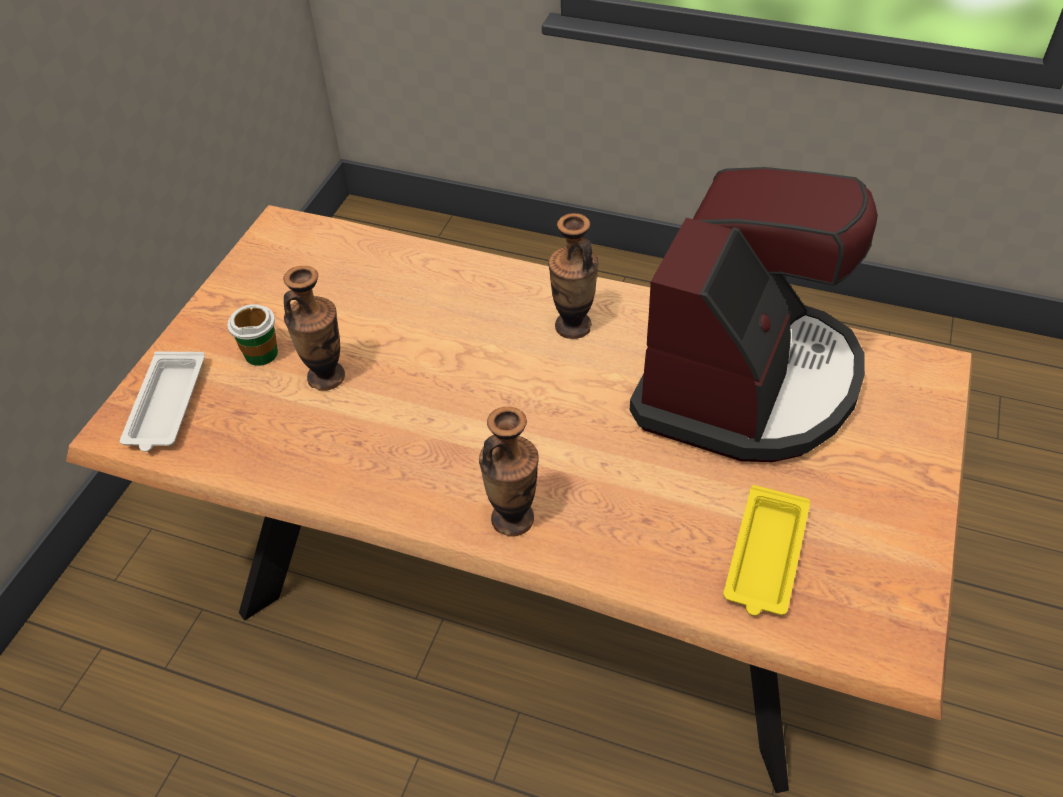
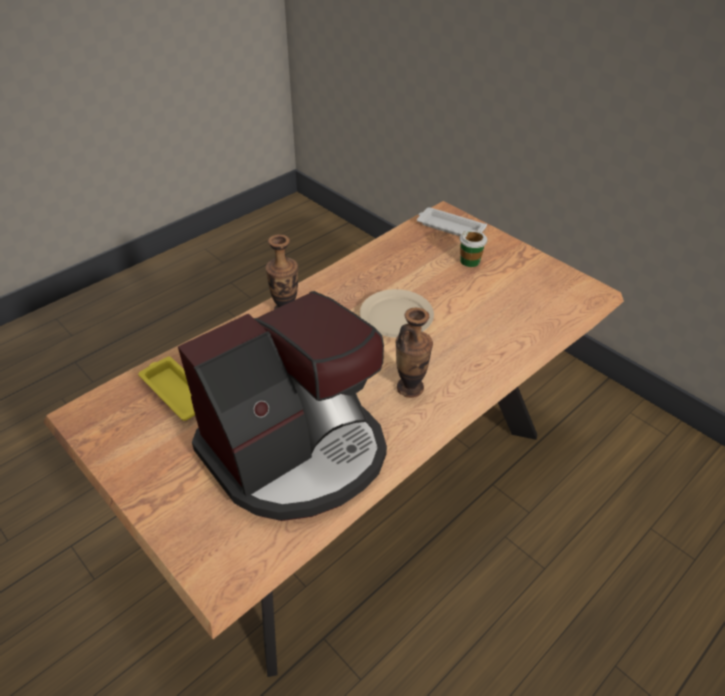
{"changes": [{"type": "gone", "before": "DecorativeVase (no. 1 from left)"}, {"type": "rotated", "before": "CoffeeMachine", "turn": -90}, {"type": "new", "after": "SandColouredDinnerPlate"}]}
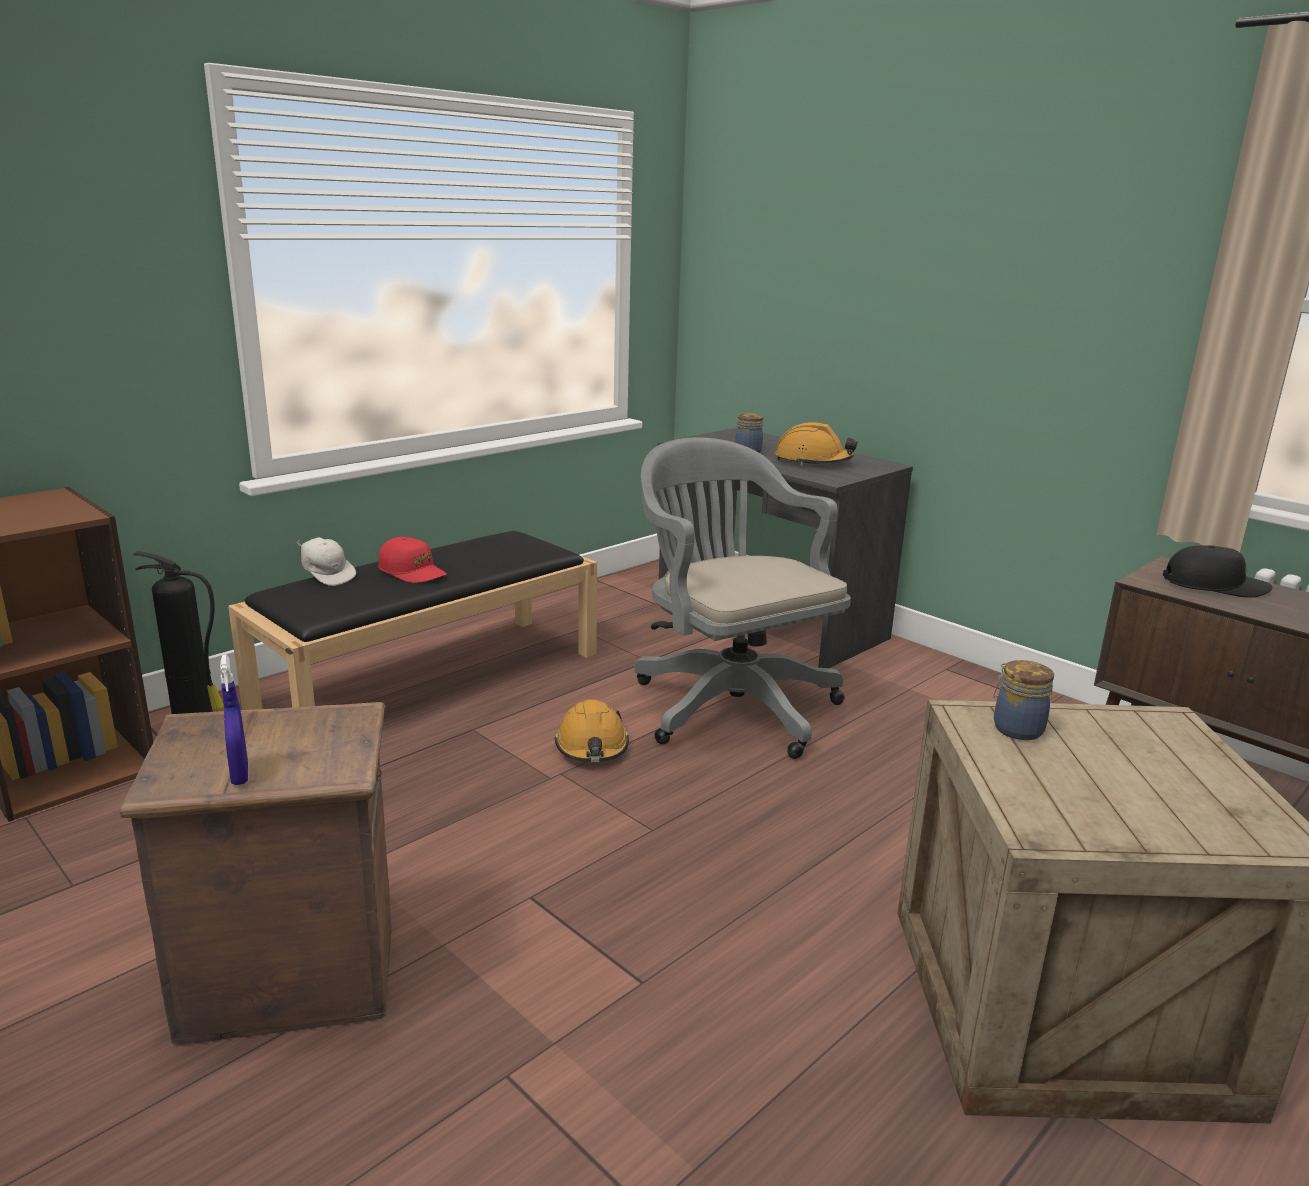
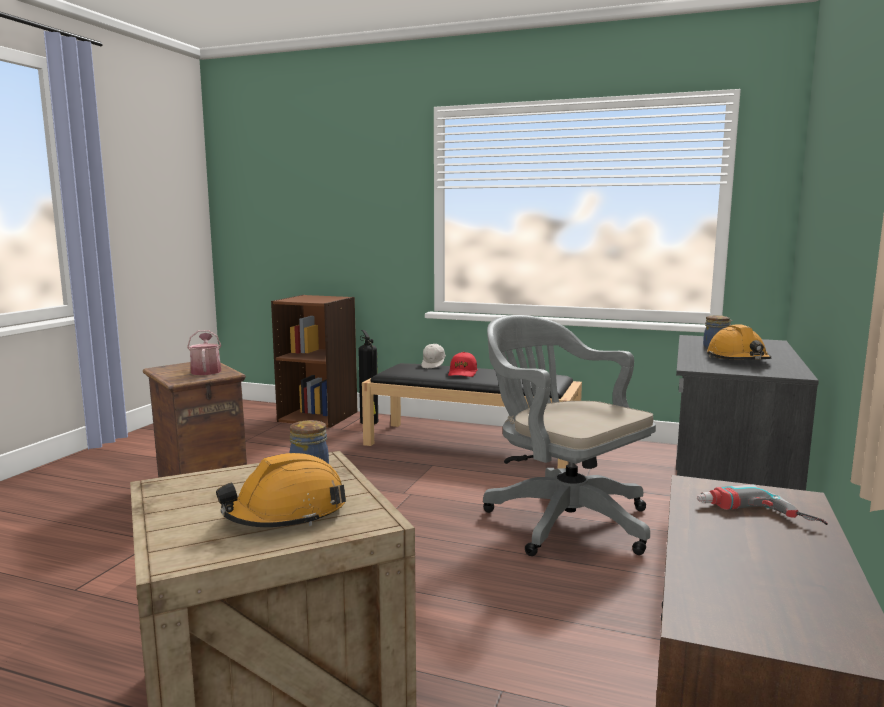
{"changes": [{"type": "gone", "before": "BlueColouredSprayer"}, {"type": "shifted", "before": "OrangeColouredHardHat (no. 1 from left)"}, {"type": "rotated", "before": "GreyishOfficeChair", "turn": -75}, {"type": "swapped", "before": "BlackPeakedCap", "after": "ElectricDrill"}, {"type": "new", "after": "SprinklingCan"}]}
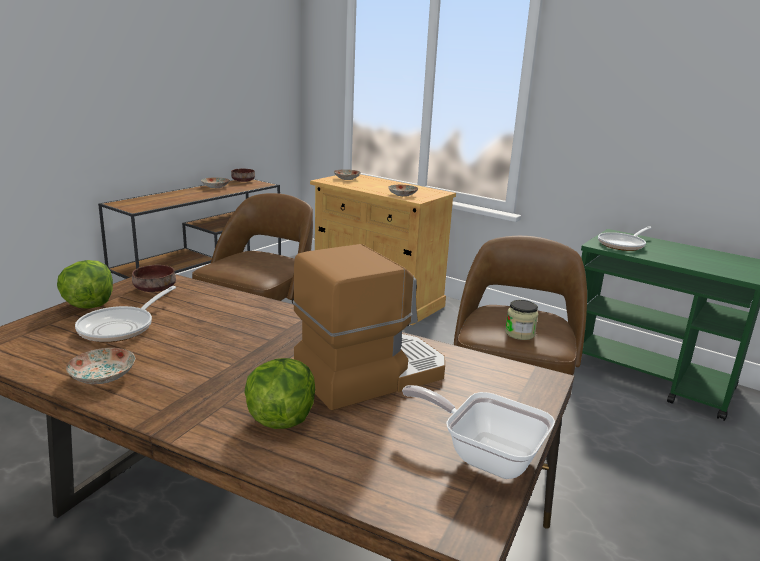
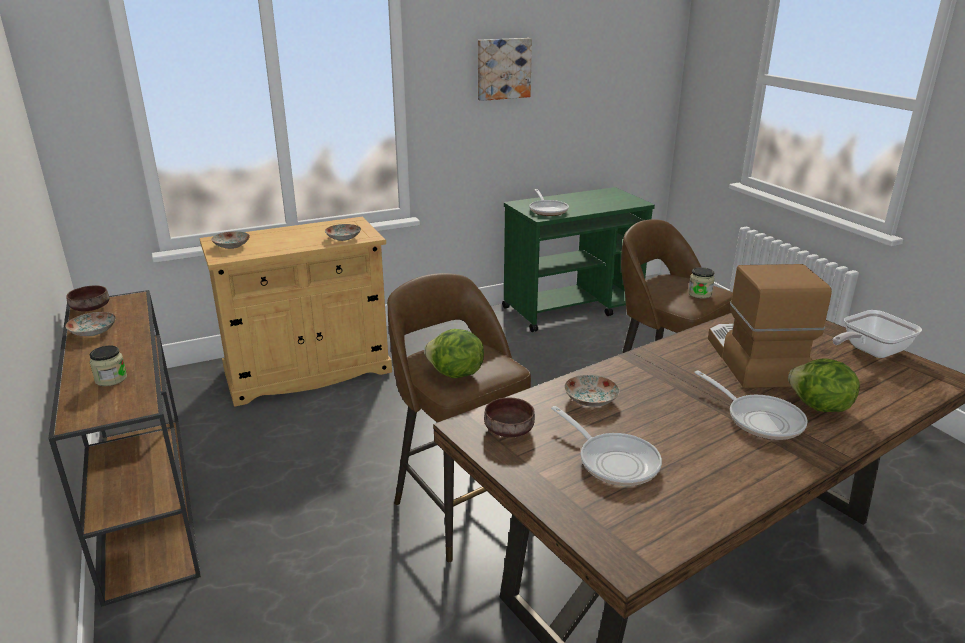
{"changes": [{"type": "shifted", "before": "HeadOfLettuce (no. 1 from left)"}, {"type": "shifted", "before": "DinnerPlate (no. 1 from left in the first image)", "after": "DinnerPlate (no. 4 from left)"}, {"type": "new", "after": "StorageJar (no. 1 from left)"}, {"type": "new", "after": "WallPicture"}, {"type": "new", "after": "Skillet (no. 3 from left)"}]}
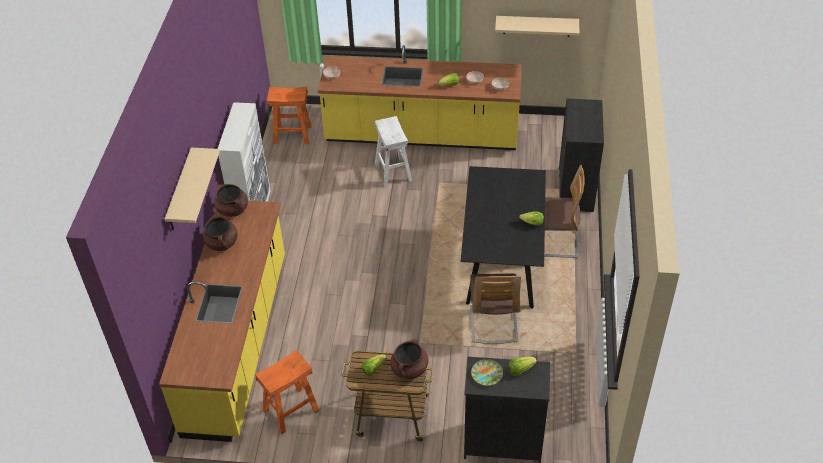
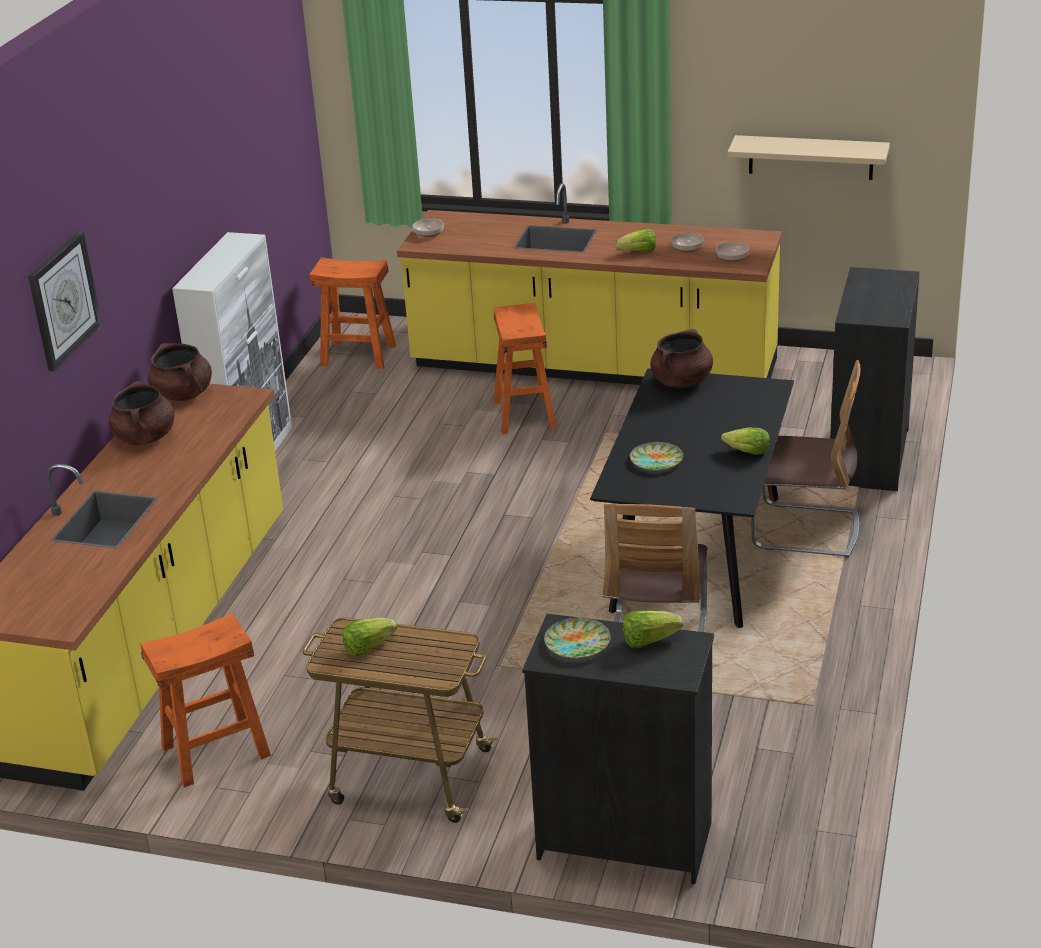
{"changes": [{"type": "swapped", "before": "SandColouredWallShelf (no. 1 from left)", "after": "ClockOnTheWall"}, {"type": "repainted", "before": "WhiteStool", "after": "OrangeColouredStool (no. 3 from left)"}, {"type": "shifted", "before": "BrownishStockpot (no. 3 from left)"}, {"type": "new", "after": "DinnerPlate (no. 2 from left)"}]}
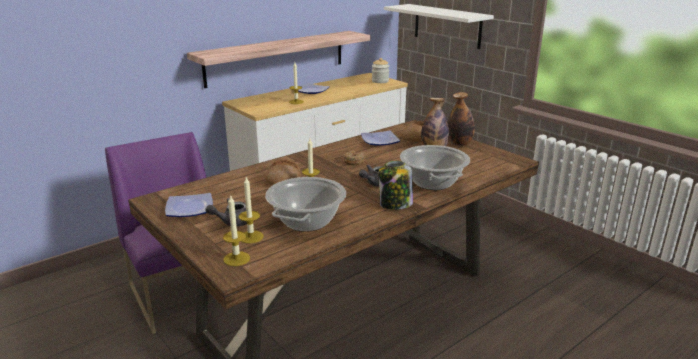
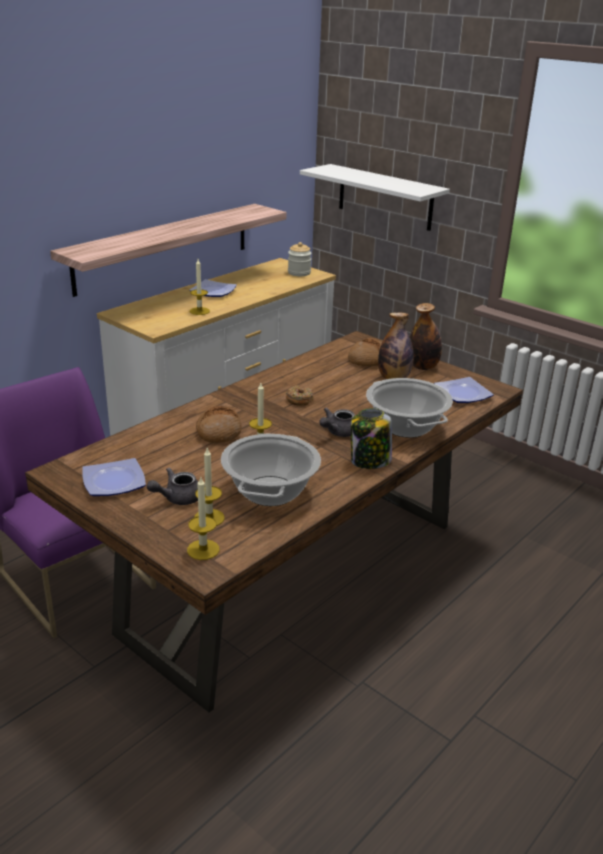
{"changes": [{"type": "shifted", "before": "DinnerPlate (no. 3 from left)"}]}
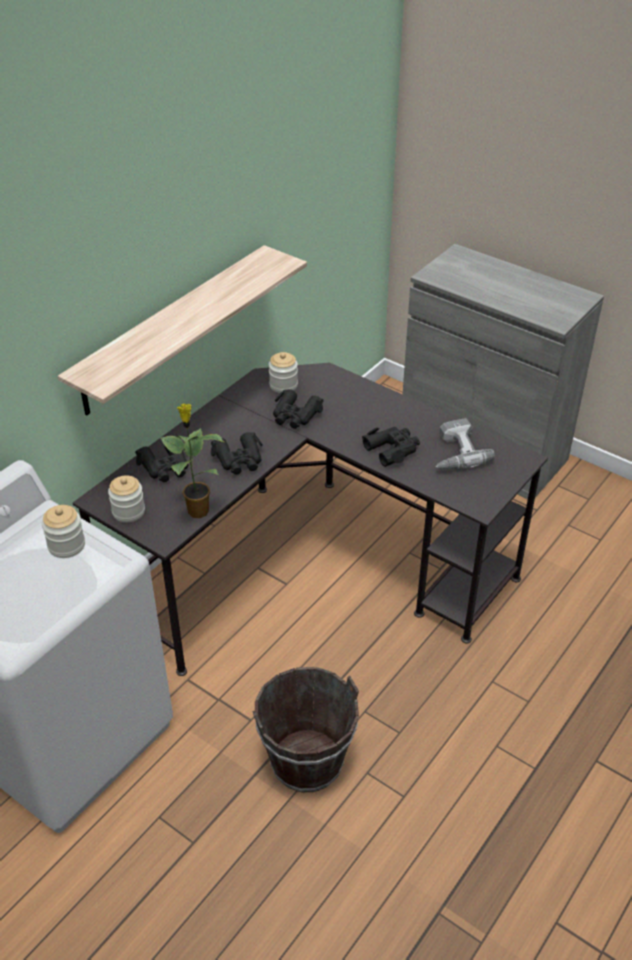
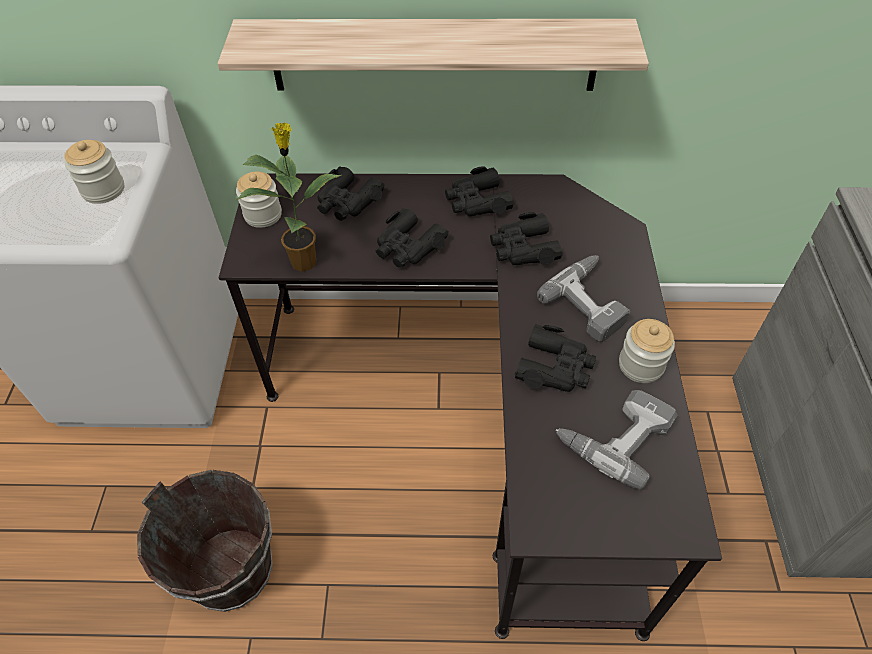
{"changes": [{"type": "shifted", "before": "StorageJar (no. 3 from left)"}, {"type": "new", "after": "BlackBinoculars (no. 3 from left)"}, {"type": "new", "after": "ElectricDrill (no. 1 from left)"}]}
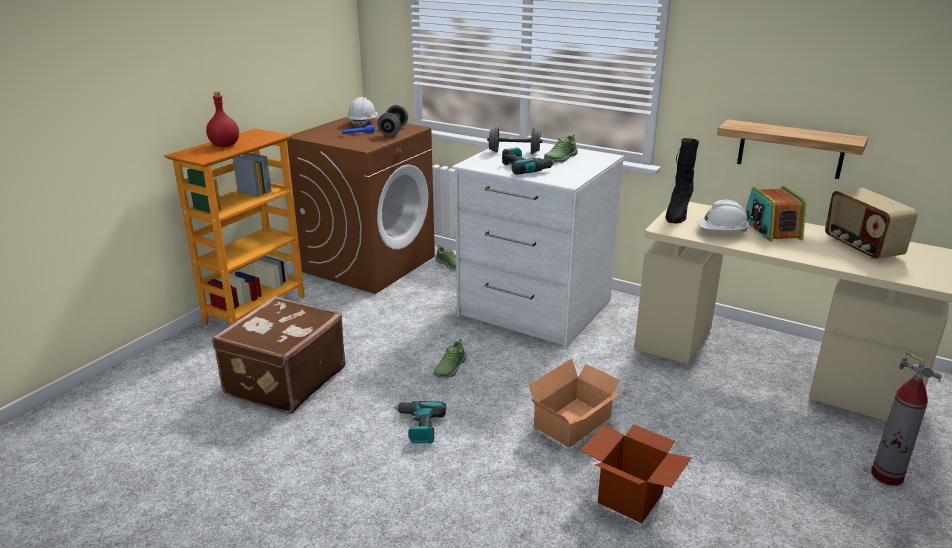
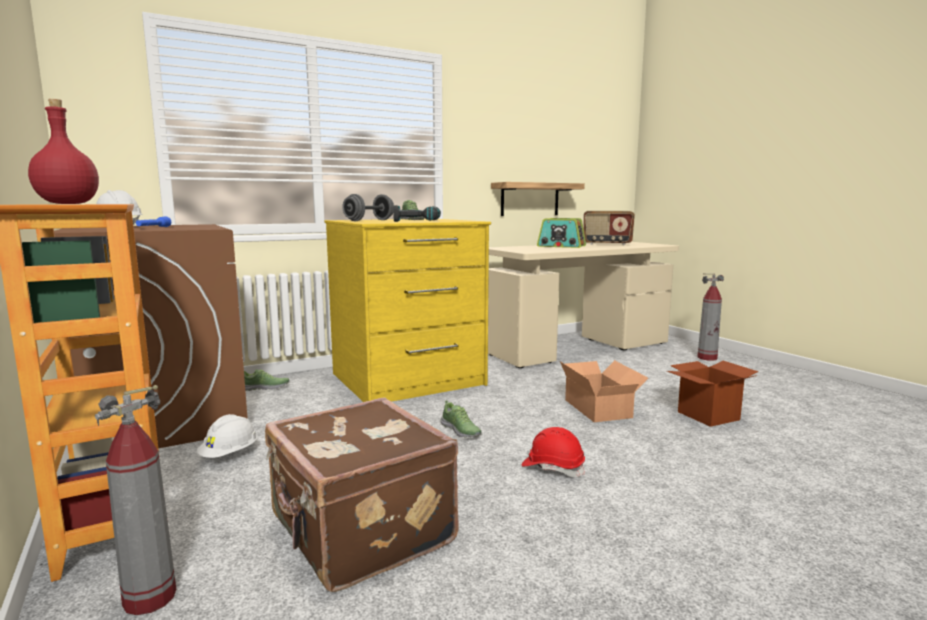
{"changes": [{"type": "gone", "before": "GreyishHandWeight (no. 1 from left)"}, {"type": "swapped", "before": "ElectricDrill (no. 1 from left)", "after": "RedColouredHardHat"}, {"type": "repainted", "before": "WhiteDrawerChest", "after": "YellowDrawerChest"}, {"type": "gone", "before": "BlackHighTopBoot"}, {"type": "shifted", "before": "WhiteHardHat (no. 2 from left)"}, {"type": "new", "after": "FireFightingCylinder (no. 1 from left)"}]}
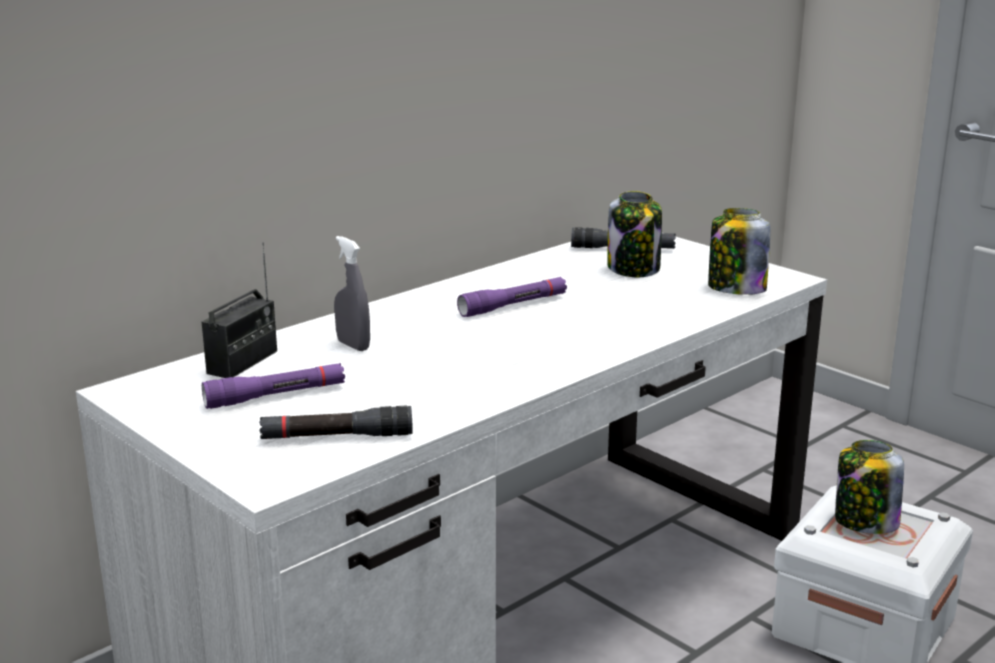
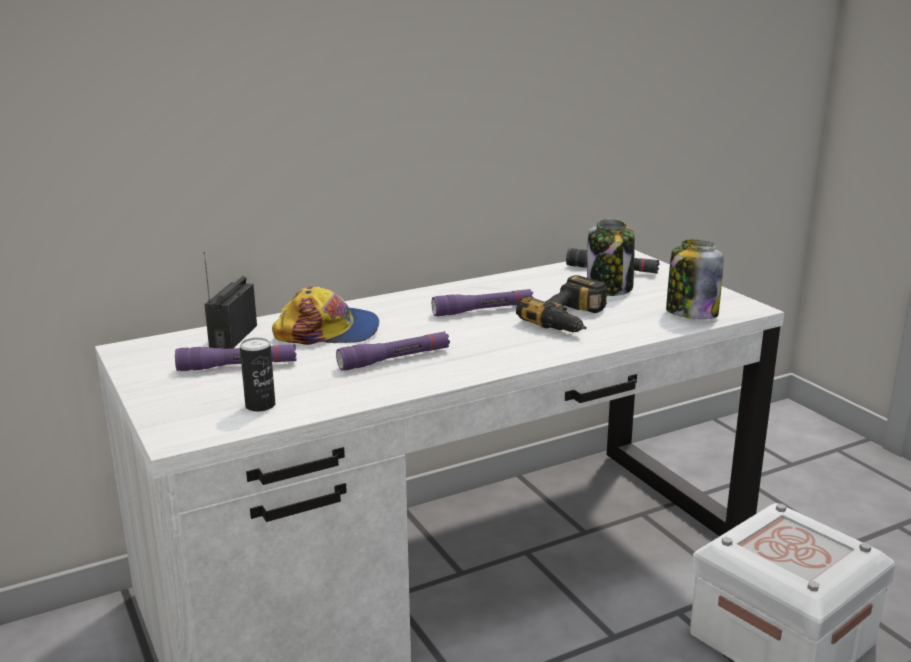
{"changes": [{"type": "rotated", "before": "Radio", "turn": 150}, {"type": "swapped", "before": "BlackTorch (no. 1 from left)", "after": "Can"}, {"type": "swapped", "before": "GreyishSprayer", "after": "PeakedCap"}, {"type": "gone", "before": "StorageJar (no. 3 from left)"}, {"type": "new", "after": "PurpleTorch (no. 2 from left)"}, {"type": "new", "after": "ElectricDrill"}]}
